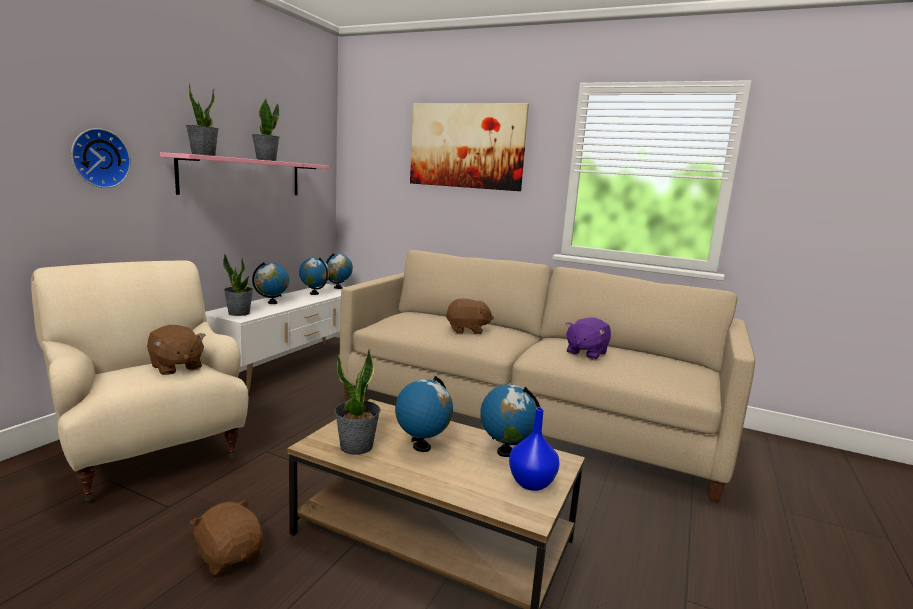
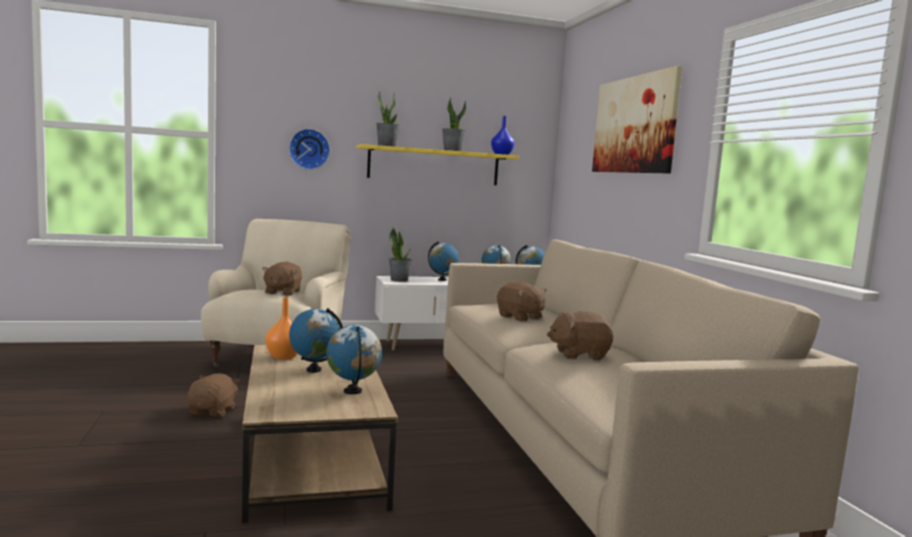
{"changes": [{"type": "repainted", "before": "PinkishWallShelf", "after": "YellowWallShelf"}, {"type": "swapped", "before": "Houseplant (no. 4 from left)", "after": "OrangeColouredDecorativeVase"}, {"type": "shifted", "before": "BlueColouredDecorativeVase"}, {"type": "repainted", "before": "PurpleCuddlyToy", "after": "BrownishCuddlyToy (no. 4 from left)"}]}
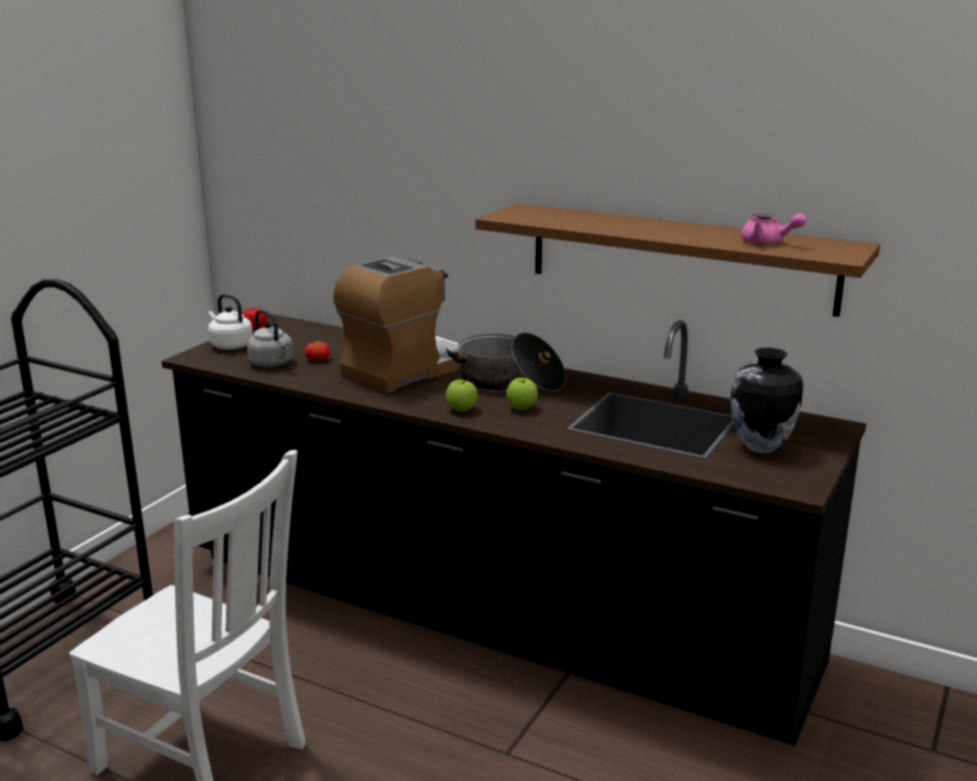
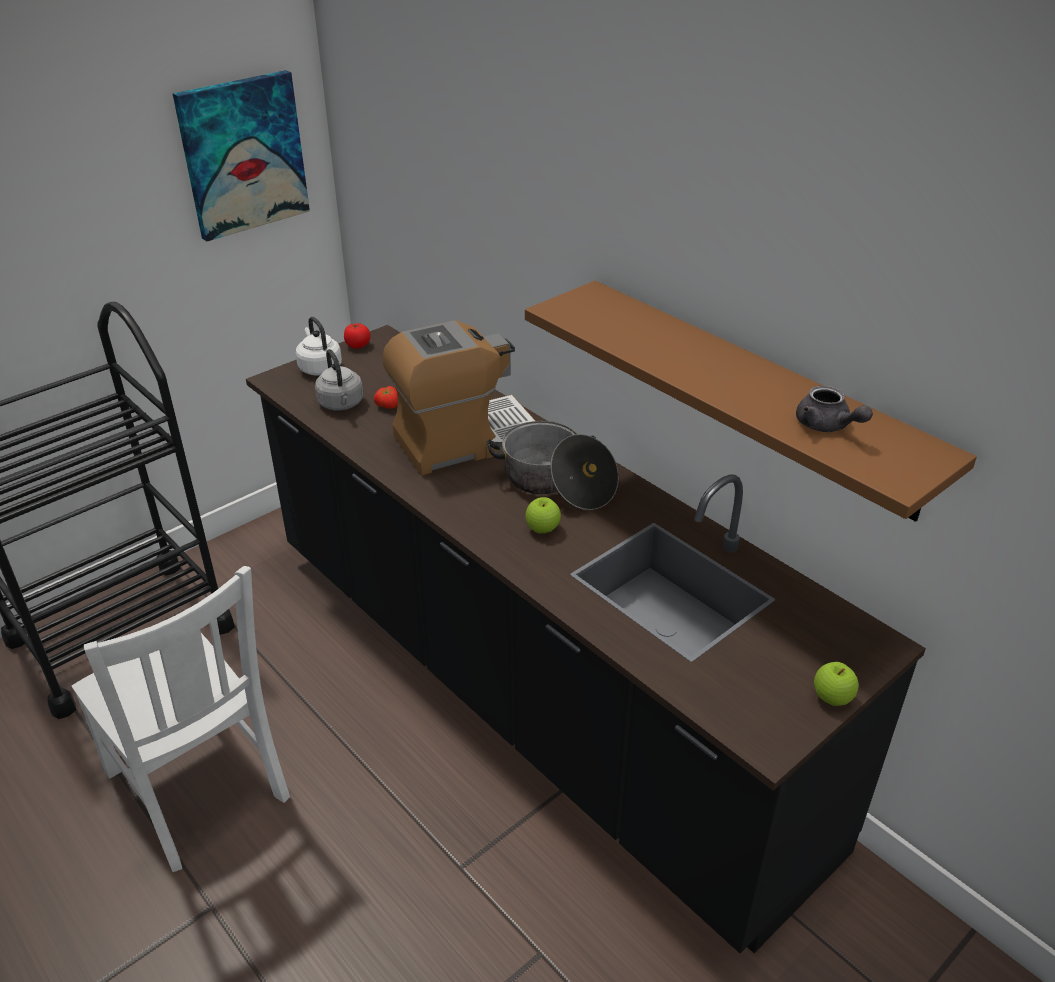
{"changes": [{"type": "shifted", "before": "Apple (no. 1 from left in the first image)", "after": "Apple (no. 2 from left)"}, {"type": "gone", "before": "DecorativeVase"}, {"type": "repainted", "before": "PinkishPotForTea", "after": "GreyishPotForTea"}, {"type": "new", "after": "WallPicture"}]}
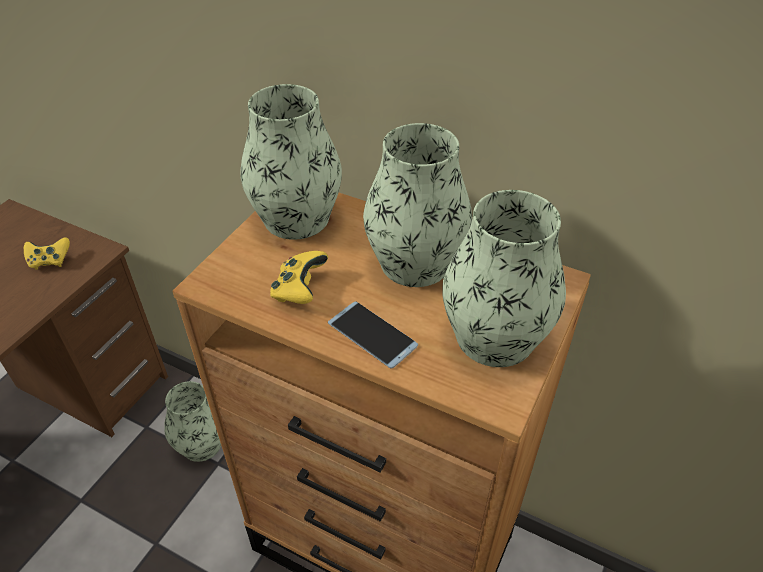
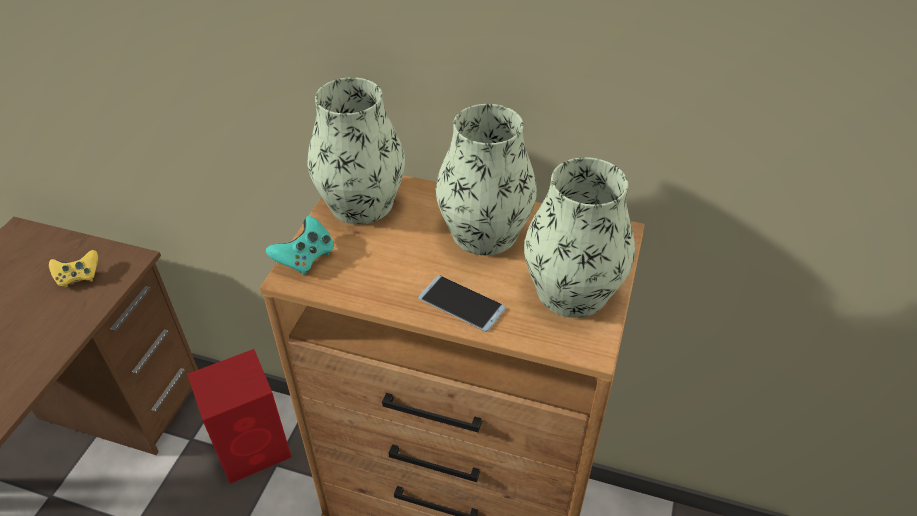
{"changes": [{"type": "swapped", "before": "DecorativeVase (no. 1 from left)", "after": "RedColouredSpeaker"}, {"type": "gone", "before": "YellowGamepad (no. 2 from left)"}, {"type": "new", "after": "TurquoiseColouredGamepad"}]}
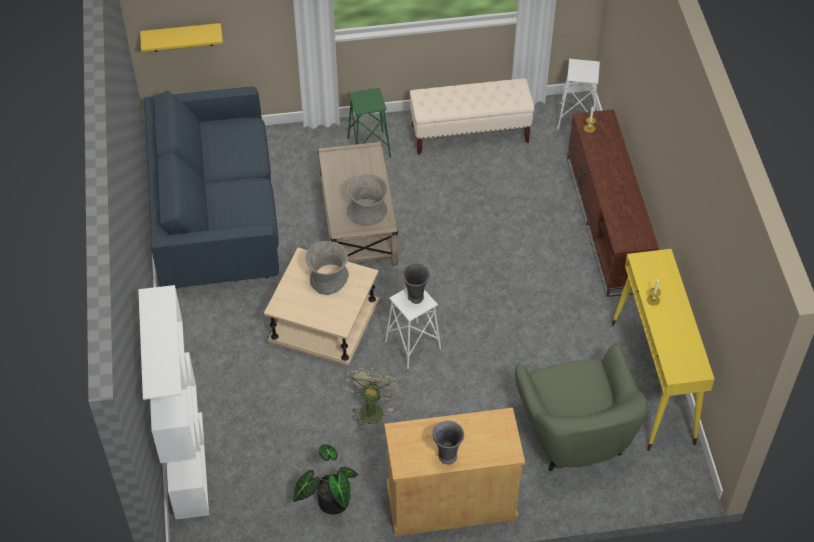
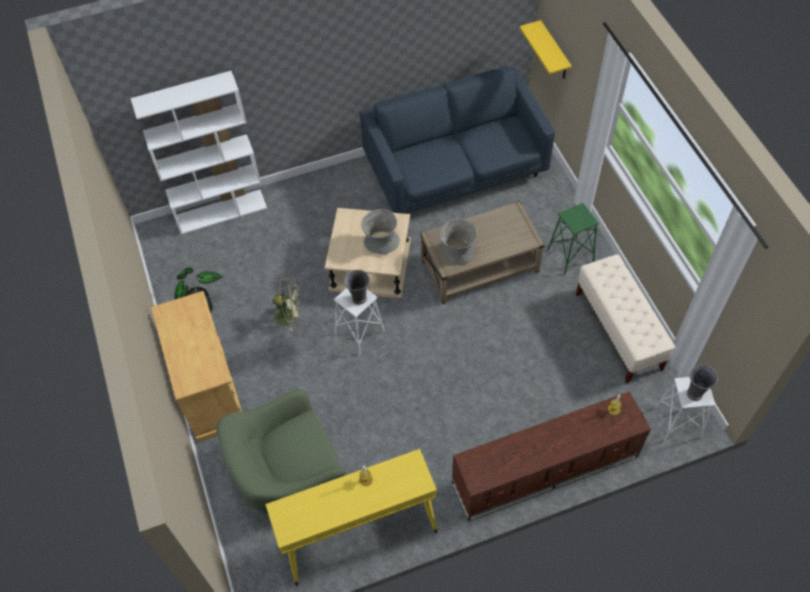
{"changes": [{"type": "shifted", "before": "GreyishDecorativeVase (no. 4 from left)"}]}
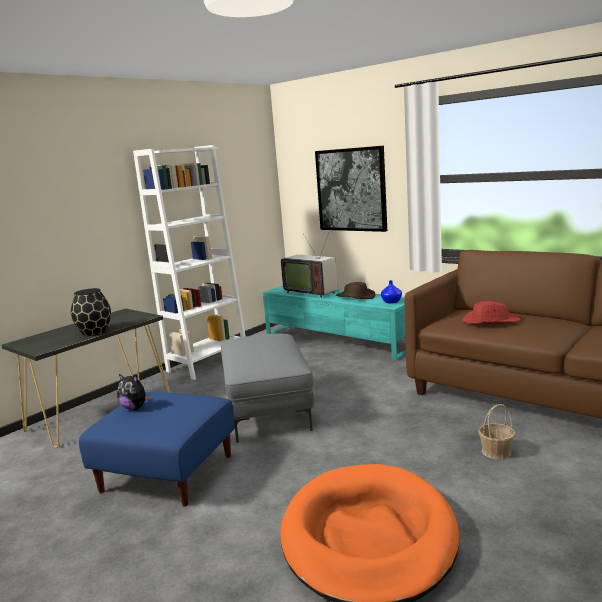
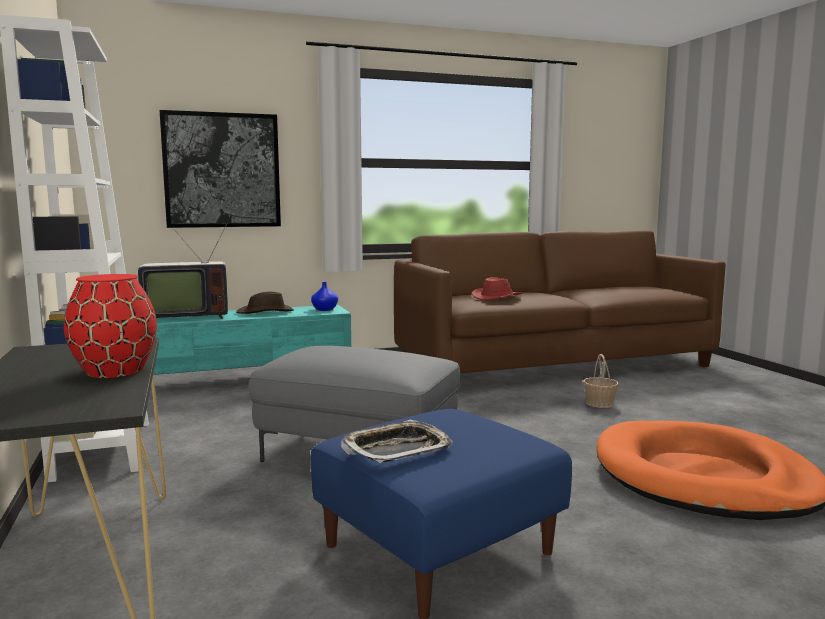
{"changes": [{"type": "repainted", "before": "BlackDecorativeVase", "after": "RedColouredDecorativeVase"}, {"type": "swapped", "before": "CuddlyToy", "after": "CarryingTray"}]}
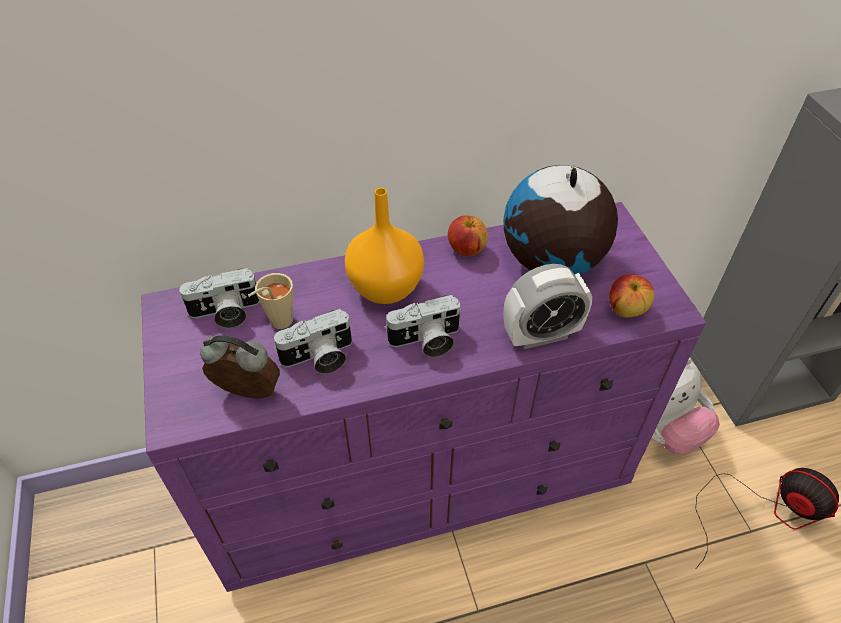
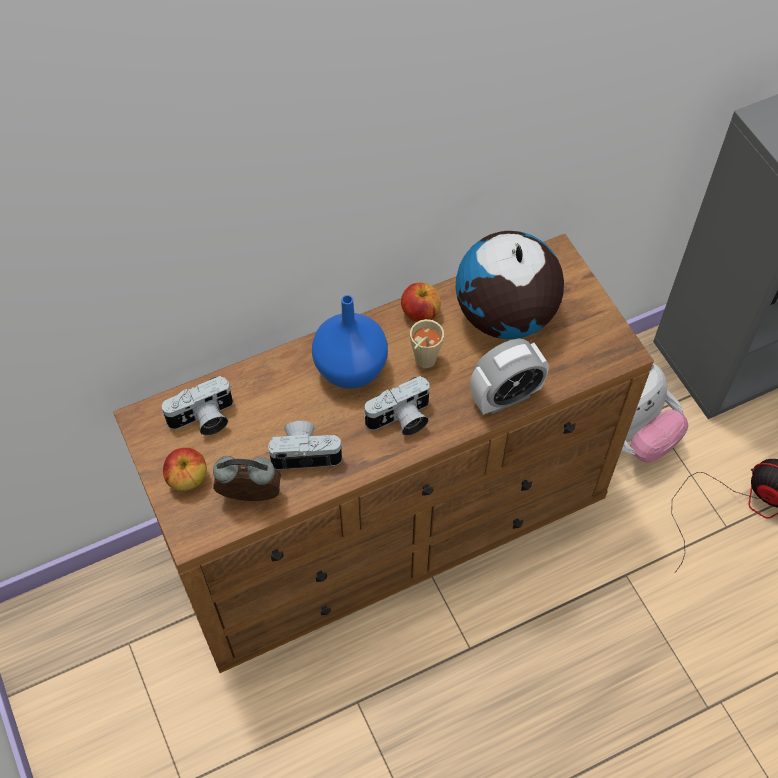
{"changes": [{"type": "repainted", "before": "PurpleDrawerChest", "after": "BrownishDrawerChest"}, {"type": "shifted", "before": "SandColouredDrinkingCup"}, {"type": "rotated", "before": "PhotoCamera (no. 2 from left)", "turn": -150}, {"type": "repainted", "before": "OrangeColouredDecorativeVase", "after": "BlueColouredDecorativeVase"}, {"type": "shifted", "before": "Apple (no. 2 from left in the first image)", "after": "Apple (no. 1 from left)"}]}
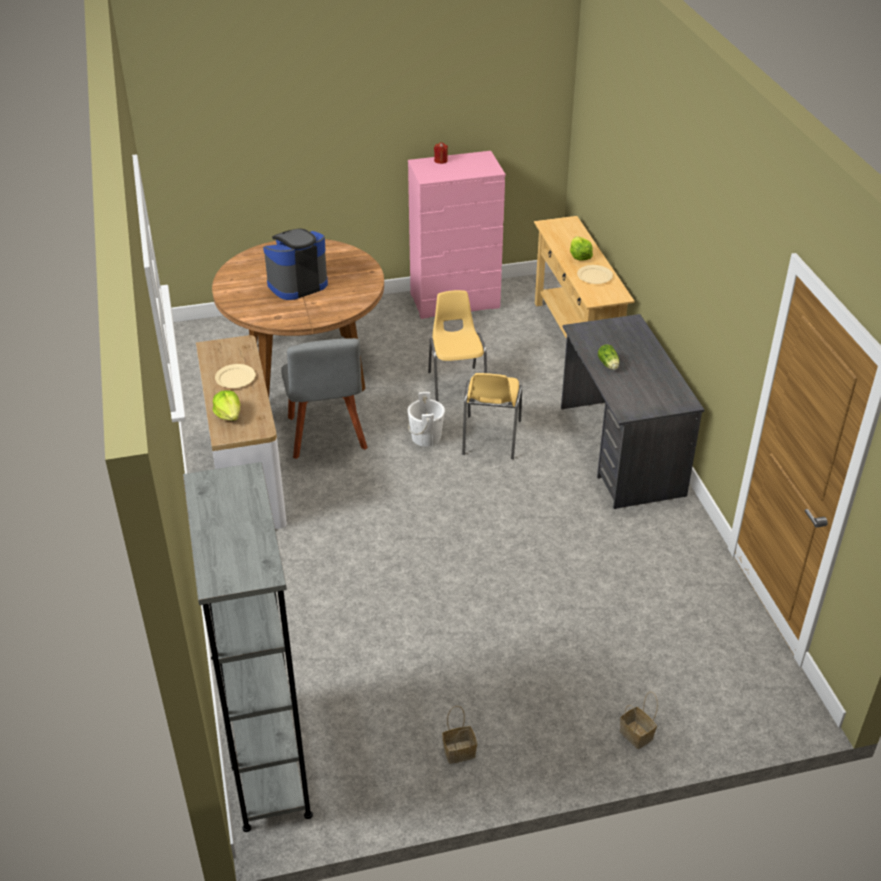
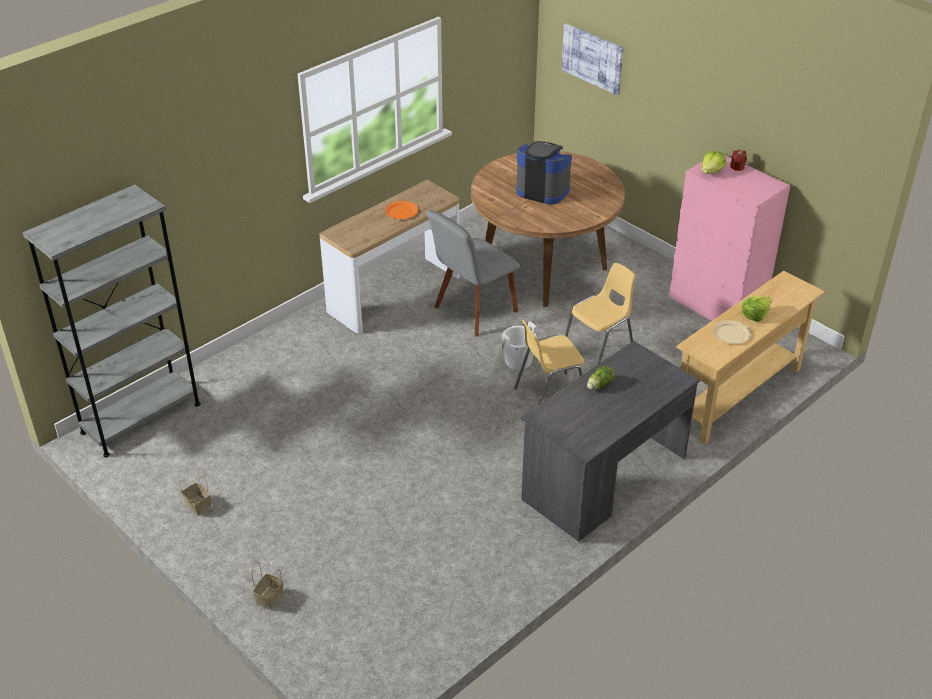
{"changes": [{"type": "shifted", "before": "HeadOfLettuce (no. 1 from left in the first image)", "after": "HeadOfLettuce (no. 2 from left)"}, {"type": "repainted", "before": "SandColouredDinnerPlate (no. 1 from left)", "after": "OrangeColouredDinnerPlate"}, {"type": "new", "after": "WallPicture"}]}
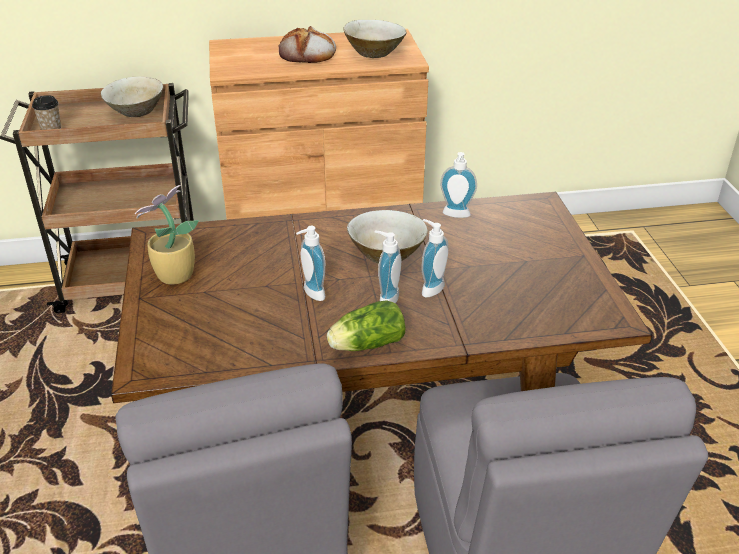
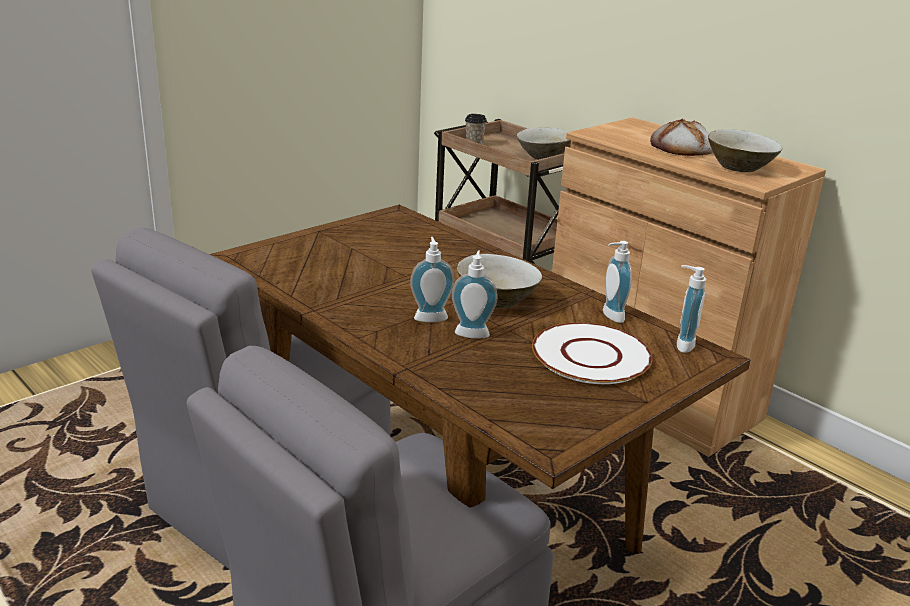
{"changes": [{"type": "gone", "before": "Houseplant"}, {"type": "shifted", "before": "SoapBottle (no. 1 from left in the first image)", "after": "SoapBottle (no. 4 from left)"}, {"type": "gone", "before": "HeadOfLettuce"}, {"type": "new", "after": "WhiteDinnerPlate"}]}
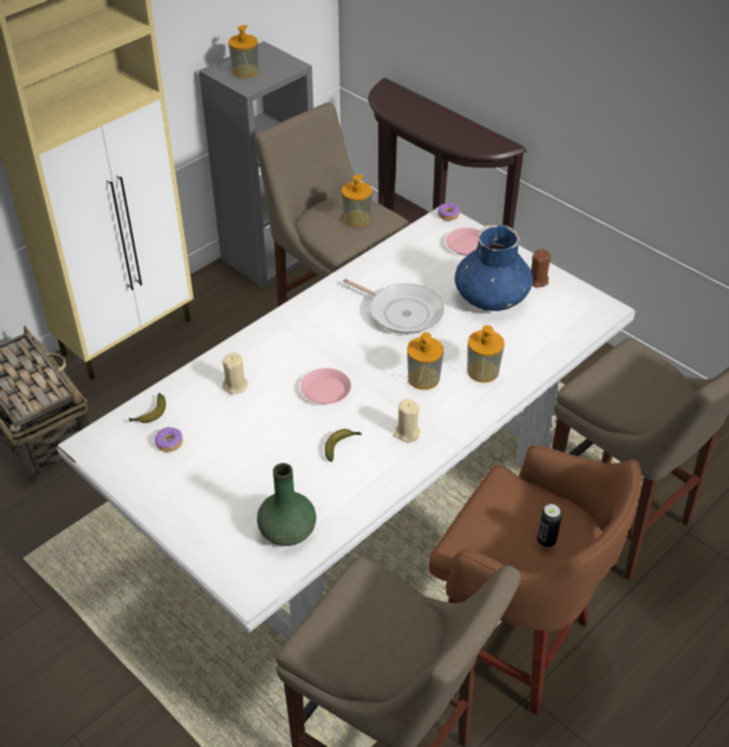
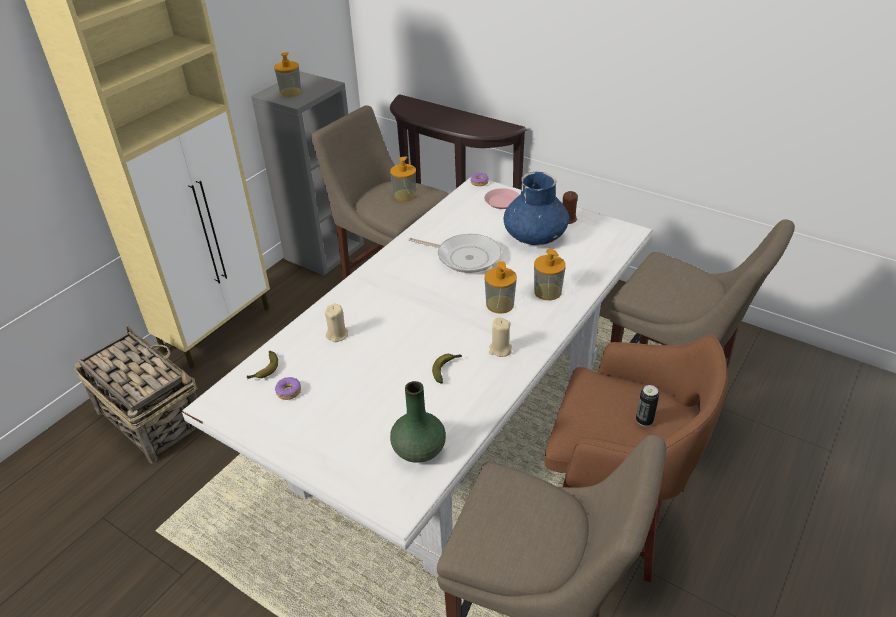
{"changes": [{"type": "gone", "before": "PinkishDinnerPlate (no. 1 from left)"}]}
